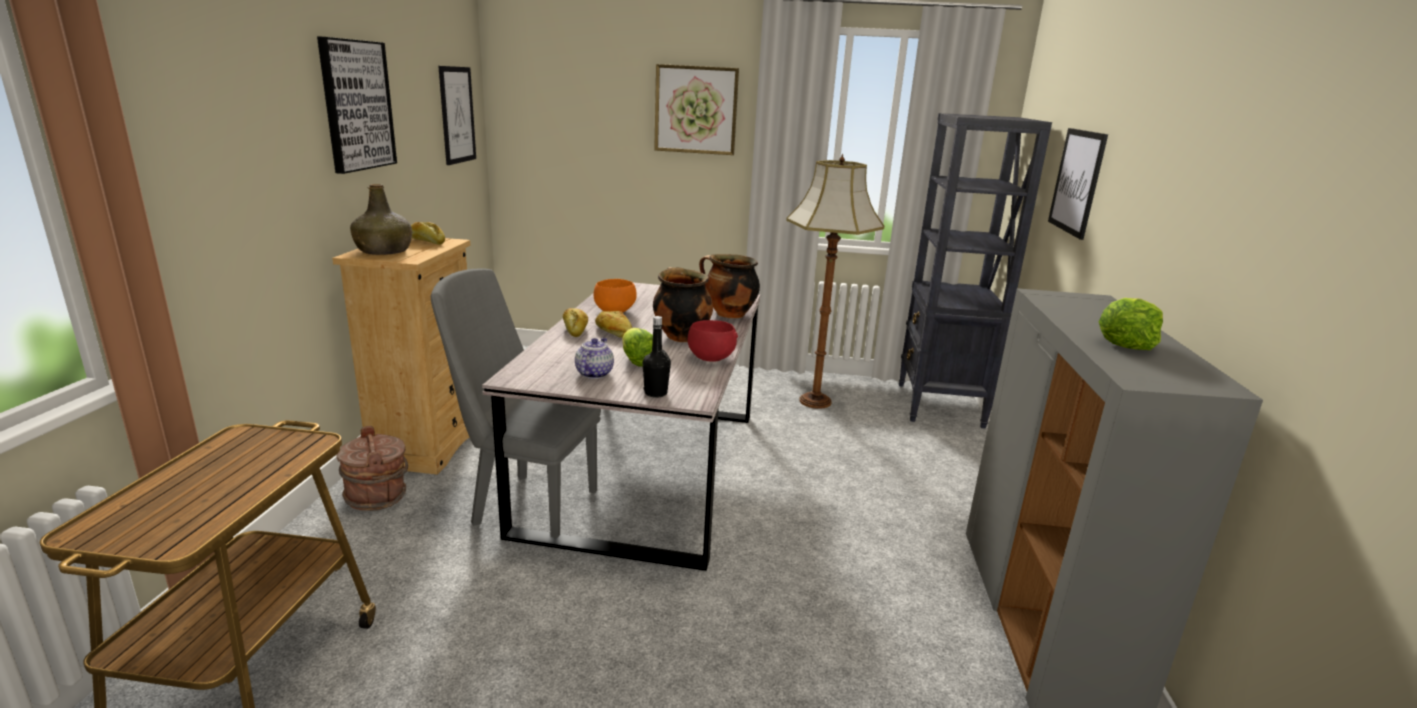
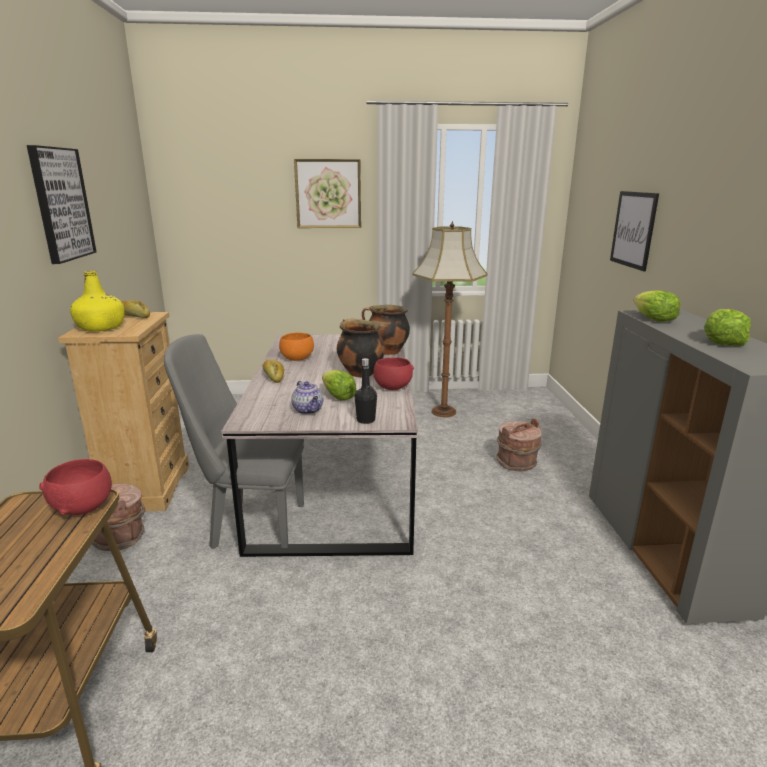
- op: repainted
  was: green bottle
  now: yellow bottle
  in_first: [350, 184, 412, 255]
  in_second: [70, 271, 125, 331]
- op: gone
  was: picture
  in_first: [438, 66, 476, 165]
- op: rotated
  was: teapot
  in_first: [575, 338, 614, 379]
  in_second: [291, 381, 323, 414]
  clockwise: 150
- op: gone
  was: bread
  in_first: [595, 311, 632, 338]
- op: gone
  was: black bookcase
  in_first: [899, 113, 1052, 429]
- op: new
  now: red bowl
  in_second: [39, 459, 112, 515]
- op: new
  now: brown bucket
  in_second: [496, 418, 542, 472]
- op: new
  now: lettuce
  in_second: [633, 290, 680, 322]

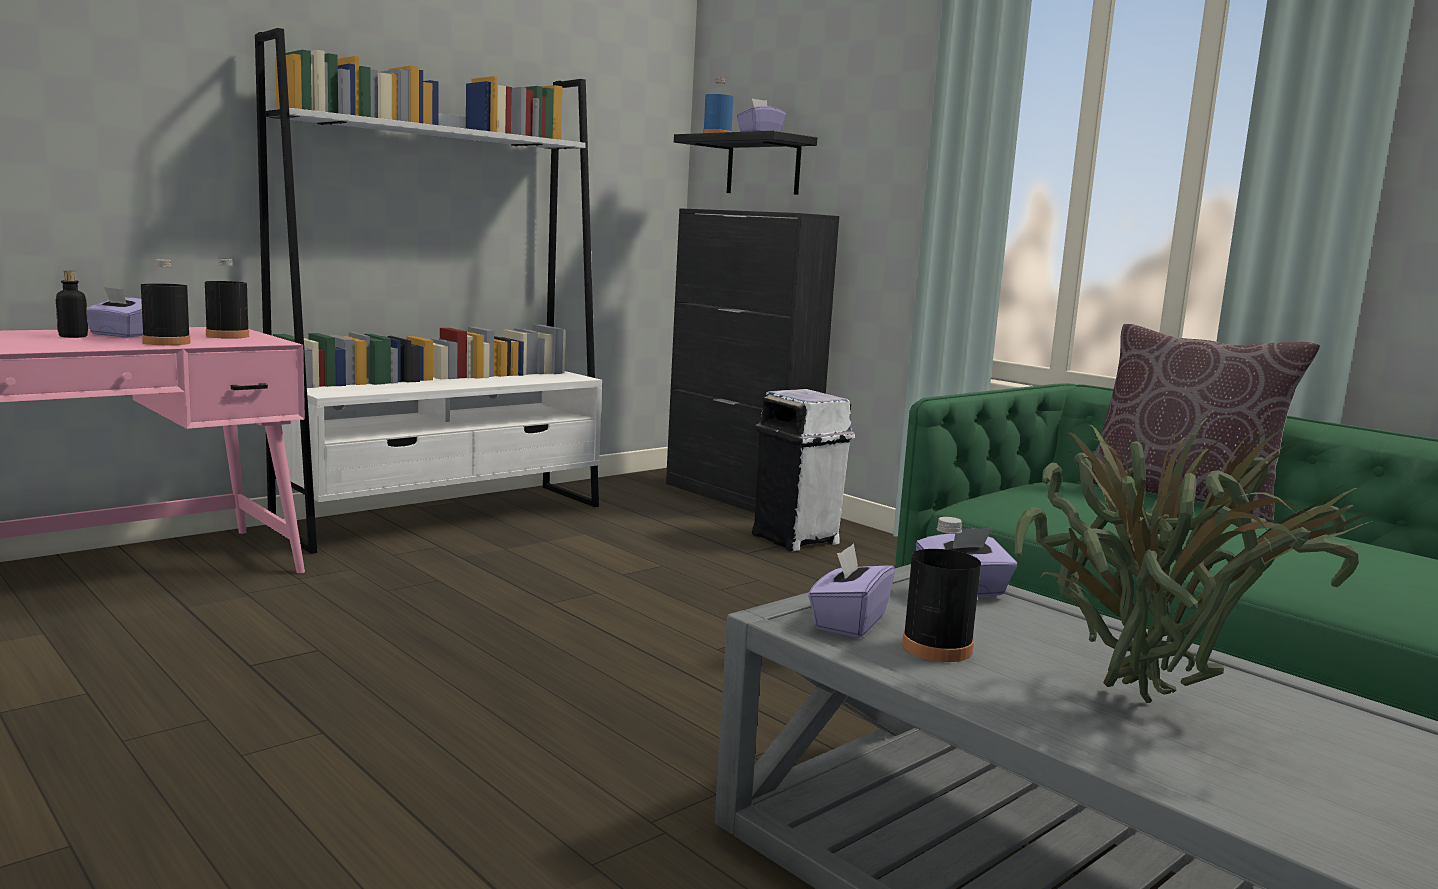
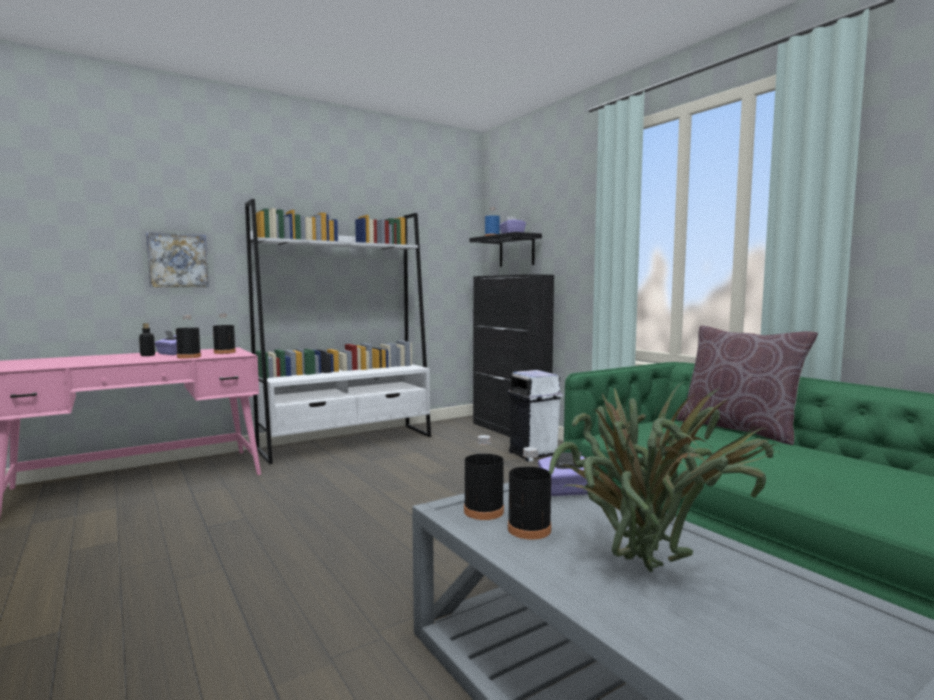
- op: swapped
  was: purple tissue box
  now: black bottle
  in_first: [808, 543, 895, 638]
  in_second: [464, 435, 504, 520]
- op: new
  now: picture
  in_second: [146, 232, 209, 287]

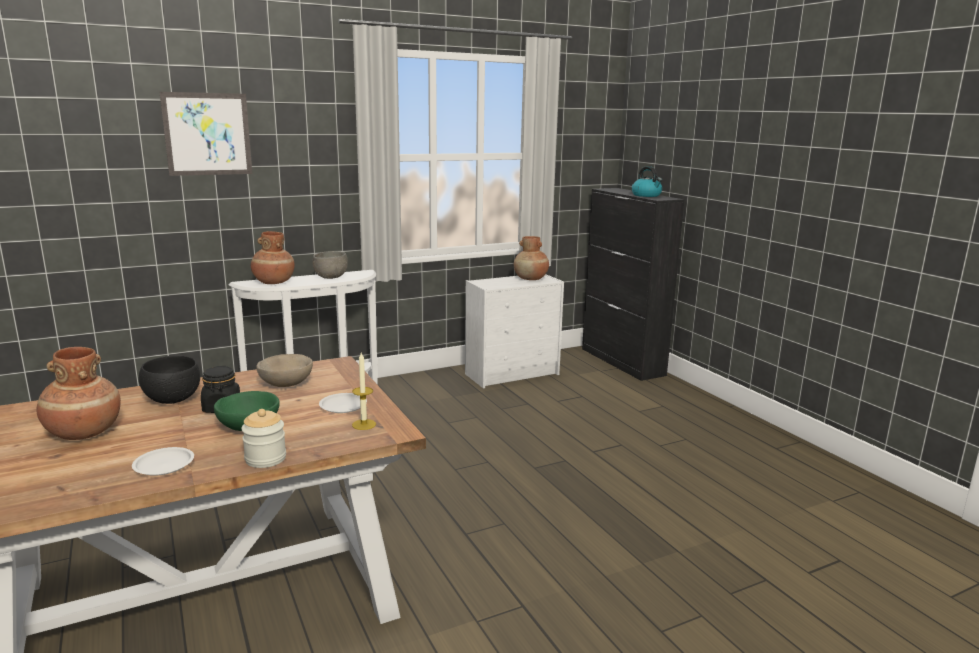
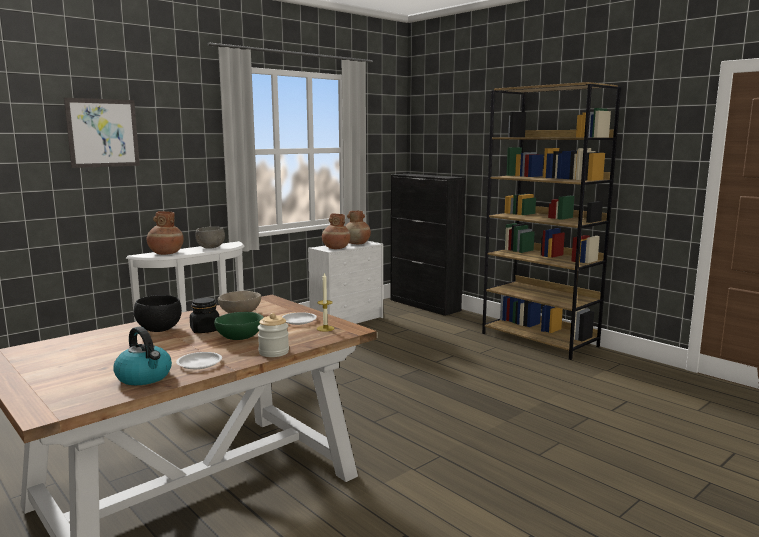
- op: shifted
  was: brown vase
  in_first: [36, 347, 121, 440]
  in_second: [322, 214, 350, 249]
- op: shifted
  was: kettle
  in_first: [632, 166, 662, 197]
  in_second: [113, 327, 172, 385]
- op: new
  now: brown bookcase
  in_second: [482, 82, 621, 360]

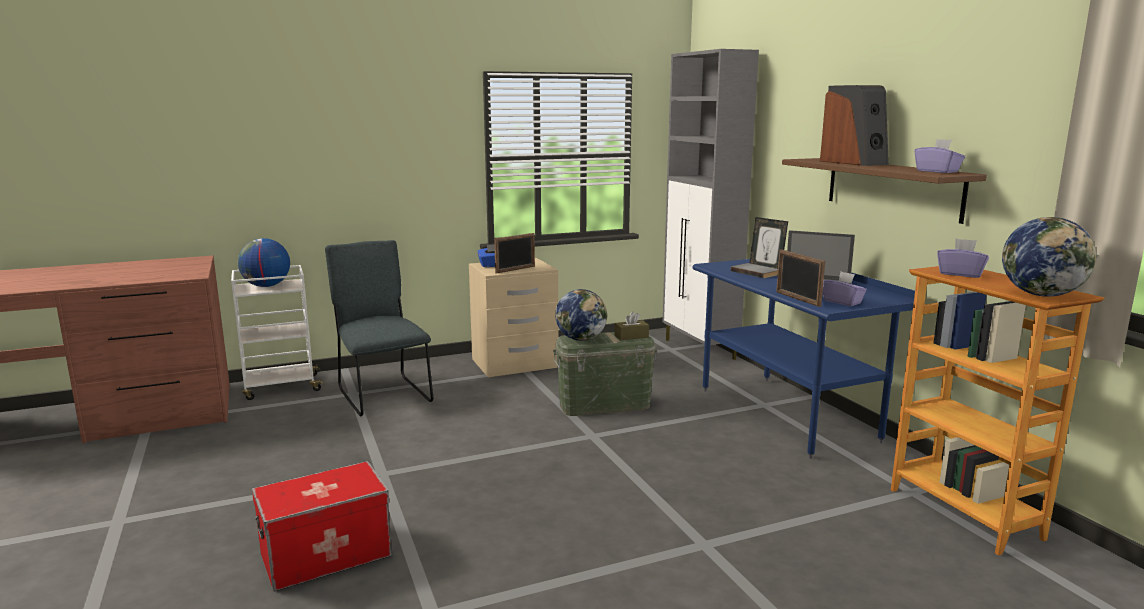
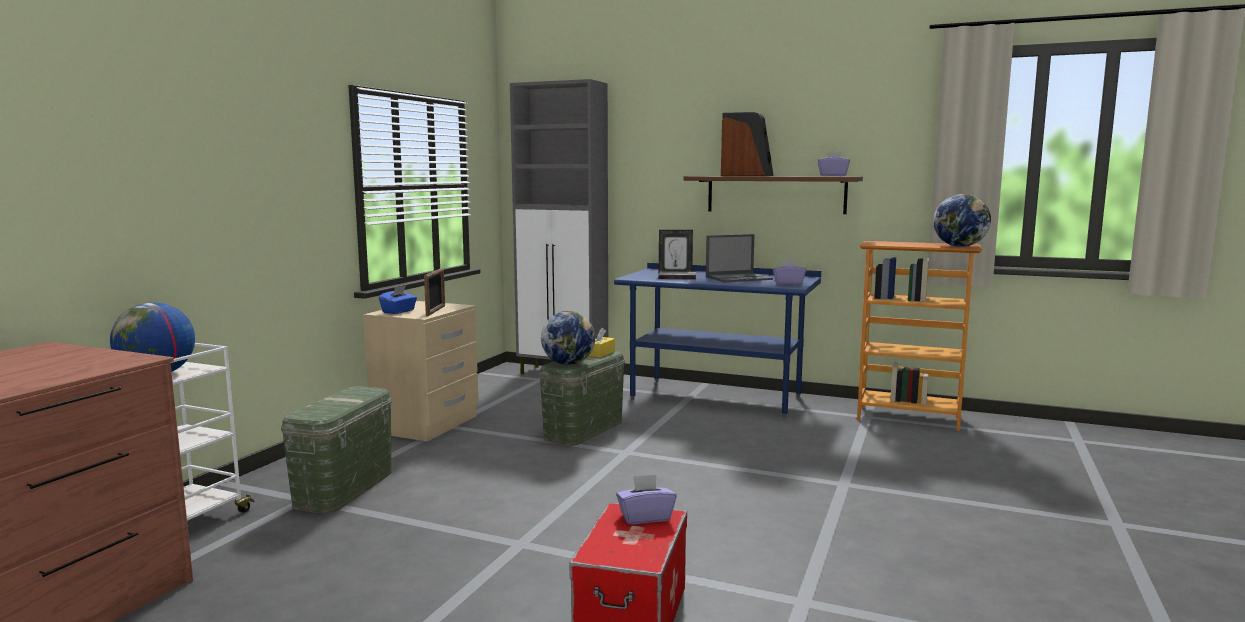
- op: swapped
  was: grey chair
  now: green storage box
  in_first: [325, 240, 433, 416]
  in_second: [281, 386, 392, 513]
- op: repainted
  was: brown tissue box
  now: yellow tissue box
  in_first: [614, 311, 649, 340]
  in_second: [589, 328, 615, 358]
- op: gone
  was: picture frame
  in_first: [776, 249, 825, 307]
- op: shifted
  was: purple tissue box
  in_first: [937, 238, 989, 278]
  in_second: [616, 474, 676, 524]

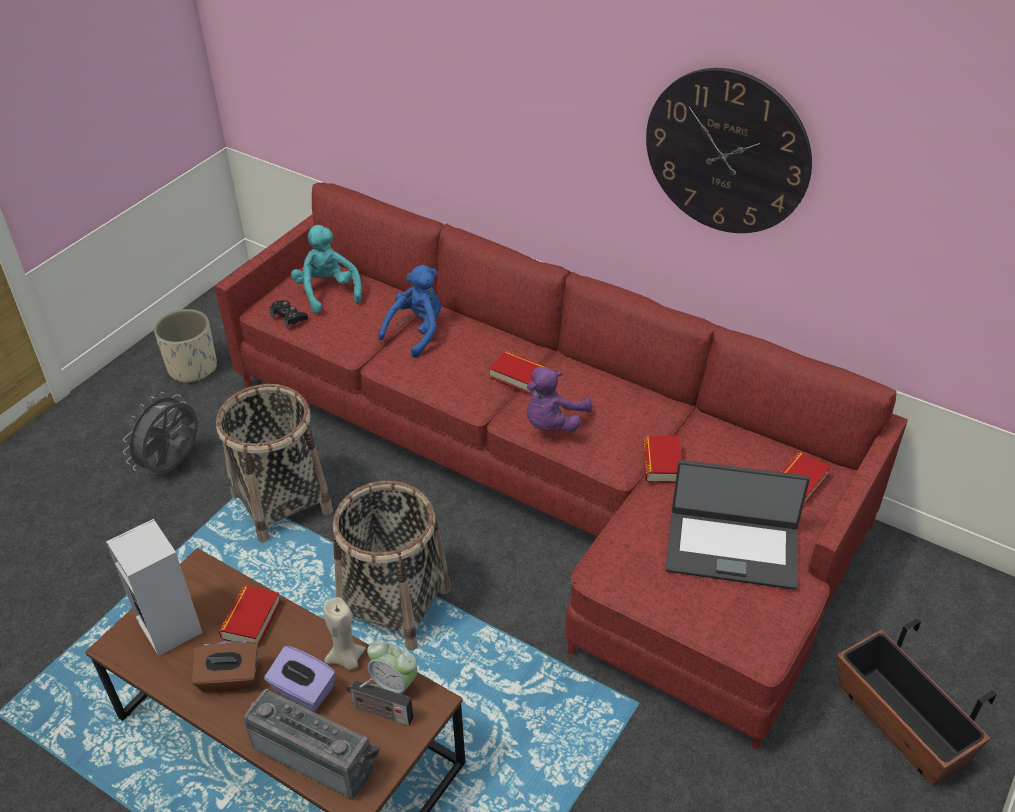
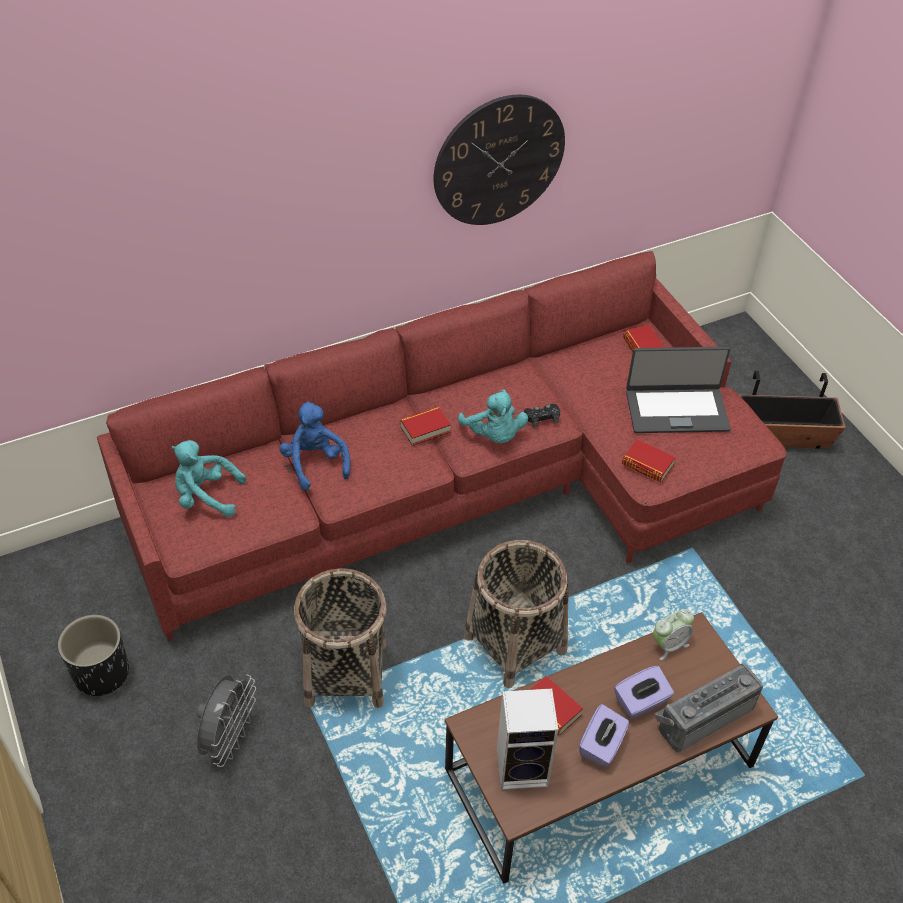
- op: rotated
  was: grey fan
  in_first: [123, 392, 198, 474]
  in_second: [197, 674, 256, 767]
  clockwise: -135
- op: repainted
  was: beige planter
  now: black planter
  in_first: [154, 309, 217, 384]
  in_second: [58, 615, 129, 696]
- op: repainted
  was: brown tissue box
  now: purple tissue box
  in_first: [192, 641, 258, 692]
  in_second: [579, 704, 629, 767]
- op: shifted
  was: black game controller
  in_first: [269, 300, 308, 328]
  in_second: [524, 404, 560, 428]
- op: gone
  was: beige candle
  in_first: [323, 597, 366, 670]
- op: gone
  was: radio
  in_first: [347, 679, 413, 726]
- op: repainted
  was: purple plush toy
  now: turquoise plush toy
  in_first: [527, 367, 593, 432]
  in_second: [458, 389, 528, 443]
- op: shifted
  was: book
  in_first: [643, 436, 682, 483]
  in_second: [622, 439, 675, 482]
- op: rotated
  was: laptop
  in_first: [665, 460, 810, 590]
  in_second: [626, 347, 731, 433]
  clockwise: 45

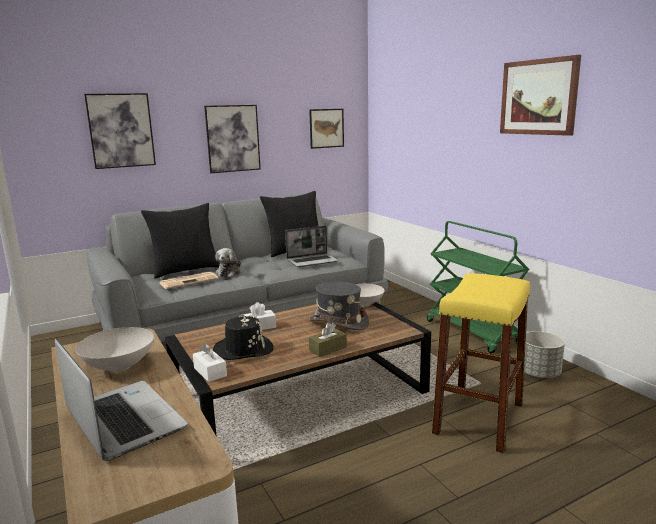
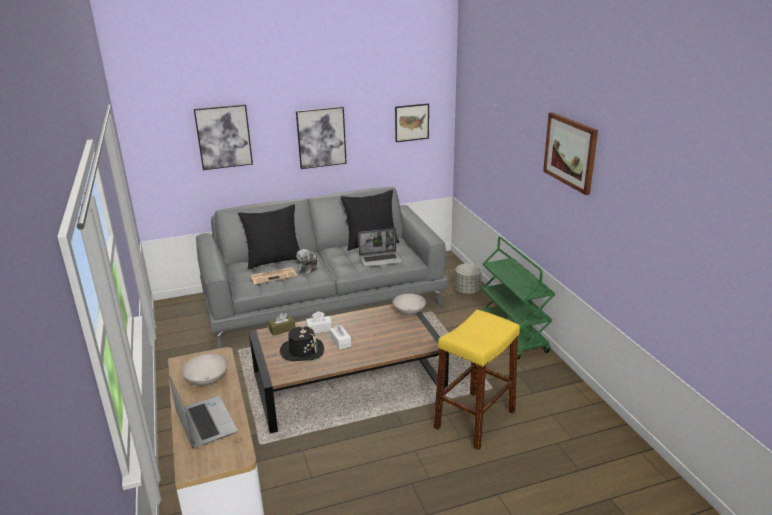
- op: shifted
  was: white tissue box
  in_first: [193, 343, 227, 382]
  in_second: [330, 324, 351, 350]
- op: gone
  was: grey hat
  in_first: [309, 282, 369, 330]
- op: shifted
  was: brown tissue box
  in_first: [309, 322, 347, 357]
  in_second: [268, 313, 296, 336]
- op: shifted
  was: grey planter
  in_first: [524, 331, 565, 378]
  in_second: [455, 264, 482, 294]

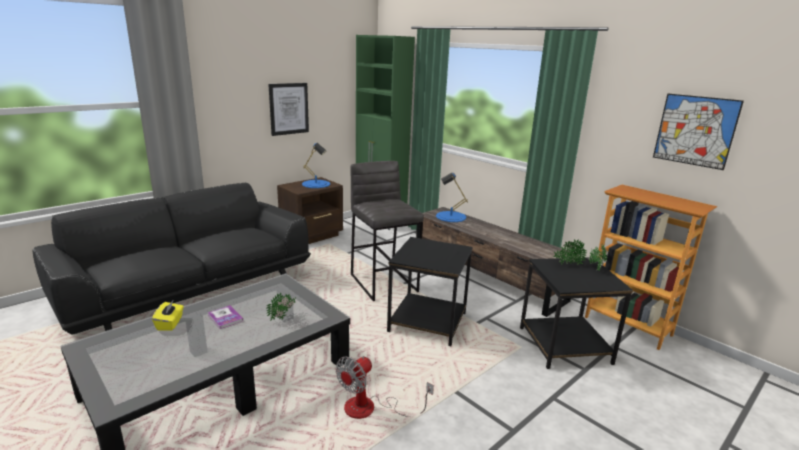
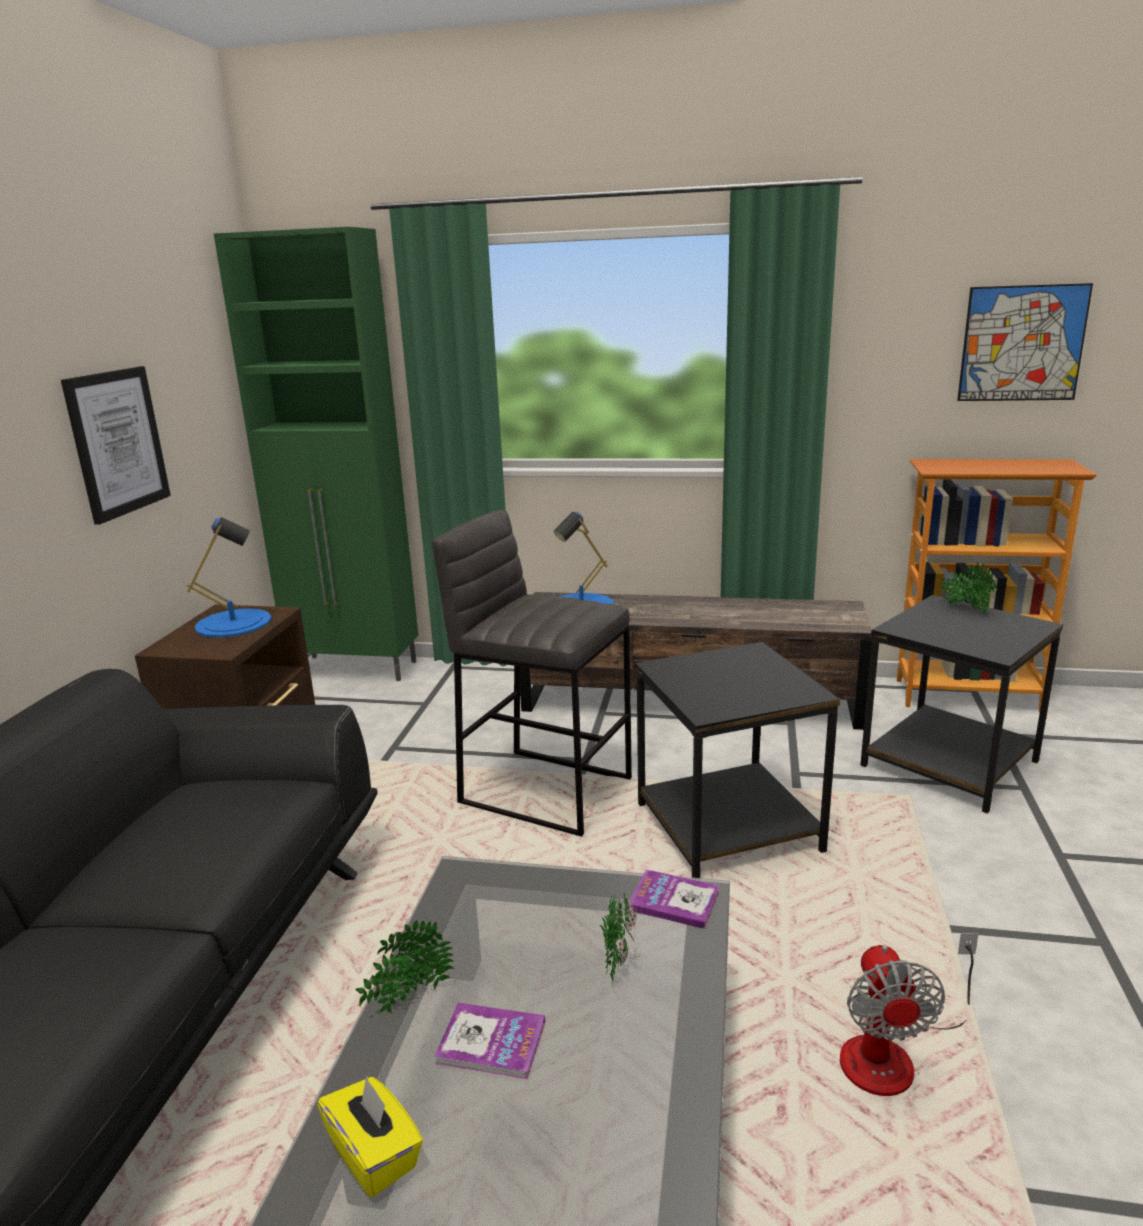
- op: shifted
  was: potted plant
  in_first: [554, 239, 587, 265]
  in_second: [356, 920, 454, 1014]
- op: new
  now: book
  in_second: [628, 869, 719, 929]

